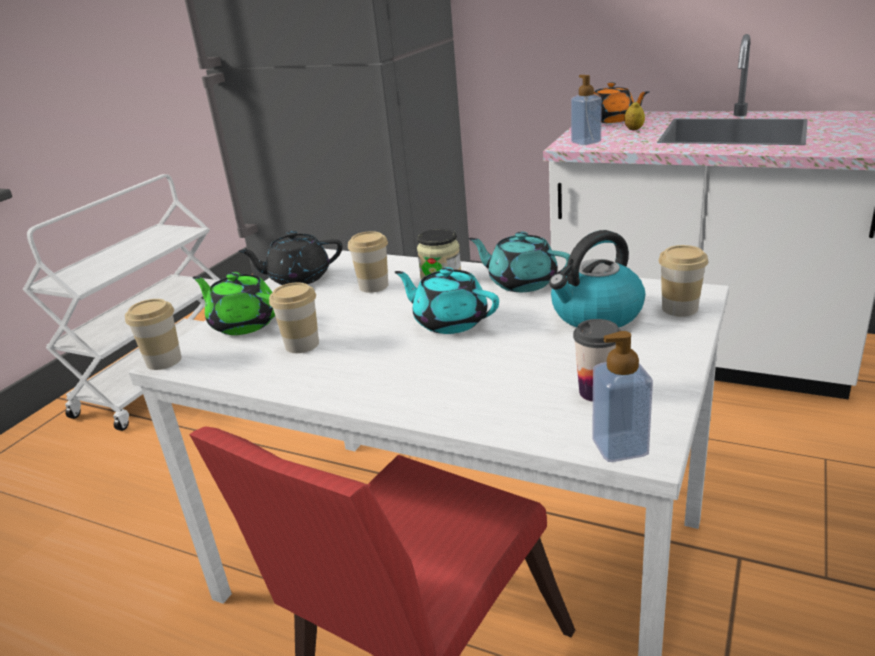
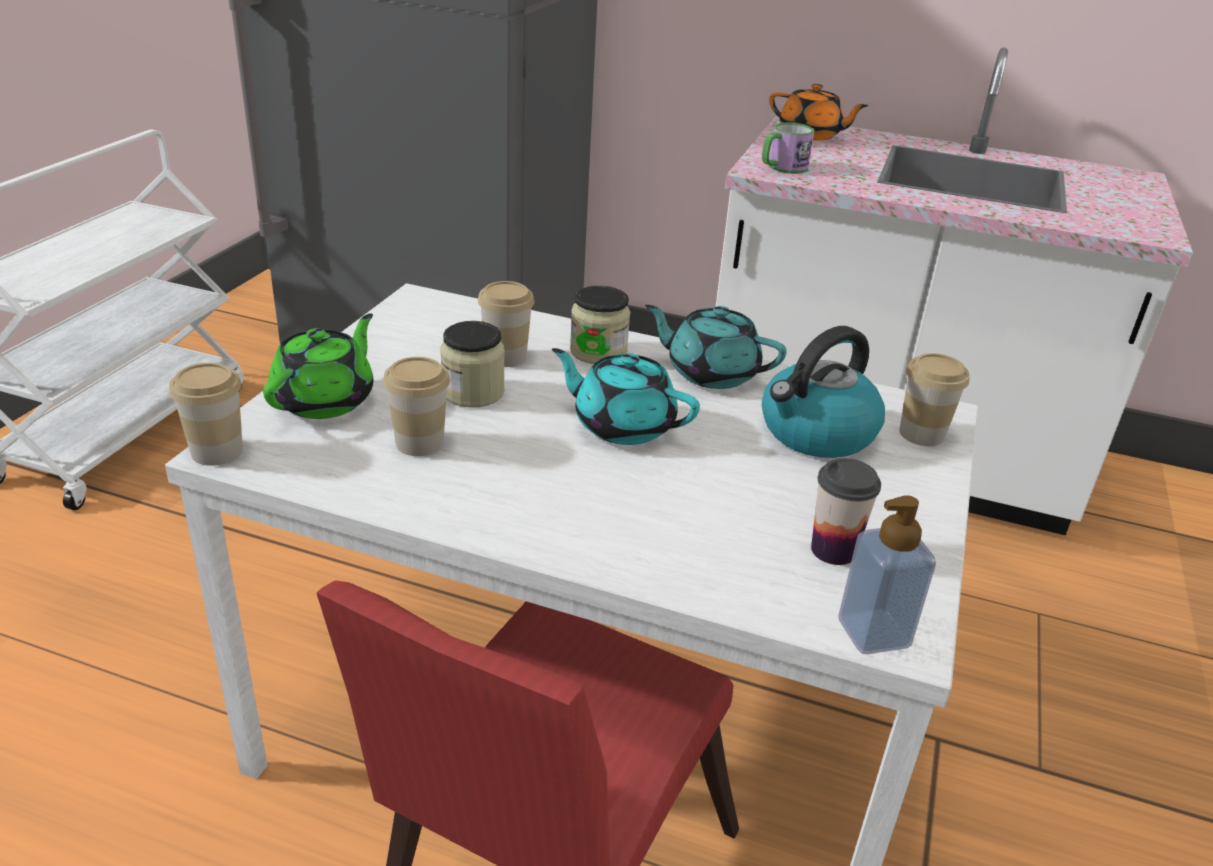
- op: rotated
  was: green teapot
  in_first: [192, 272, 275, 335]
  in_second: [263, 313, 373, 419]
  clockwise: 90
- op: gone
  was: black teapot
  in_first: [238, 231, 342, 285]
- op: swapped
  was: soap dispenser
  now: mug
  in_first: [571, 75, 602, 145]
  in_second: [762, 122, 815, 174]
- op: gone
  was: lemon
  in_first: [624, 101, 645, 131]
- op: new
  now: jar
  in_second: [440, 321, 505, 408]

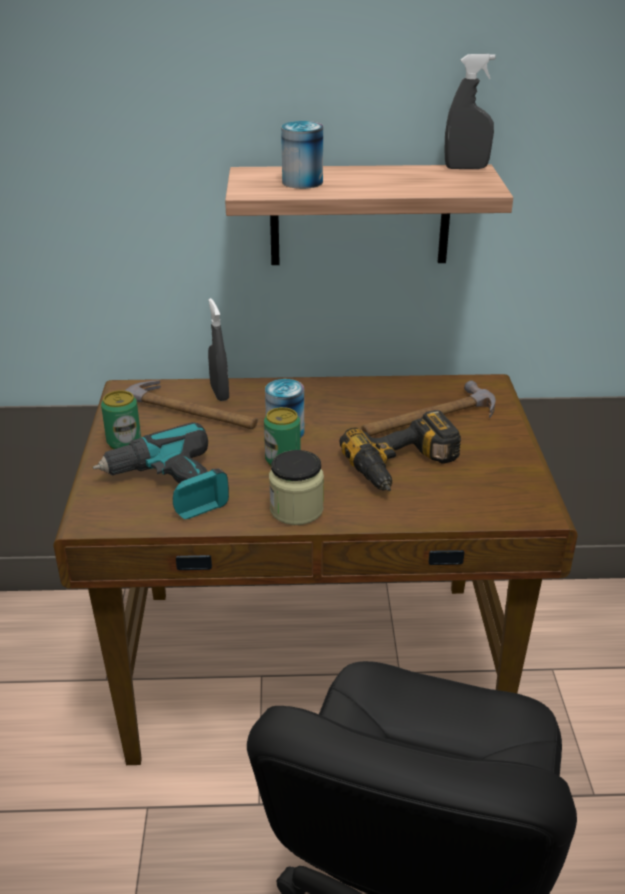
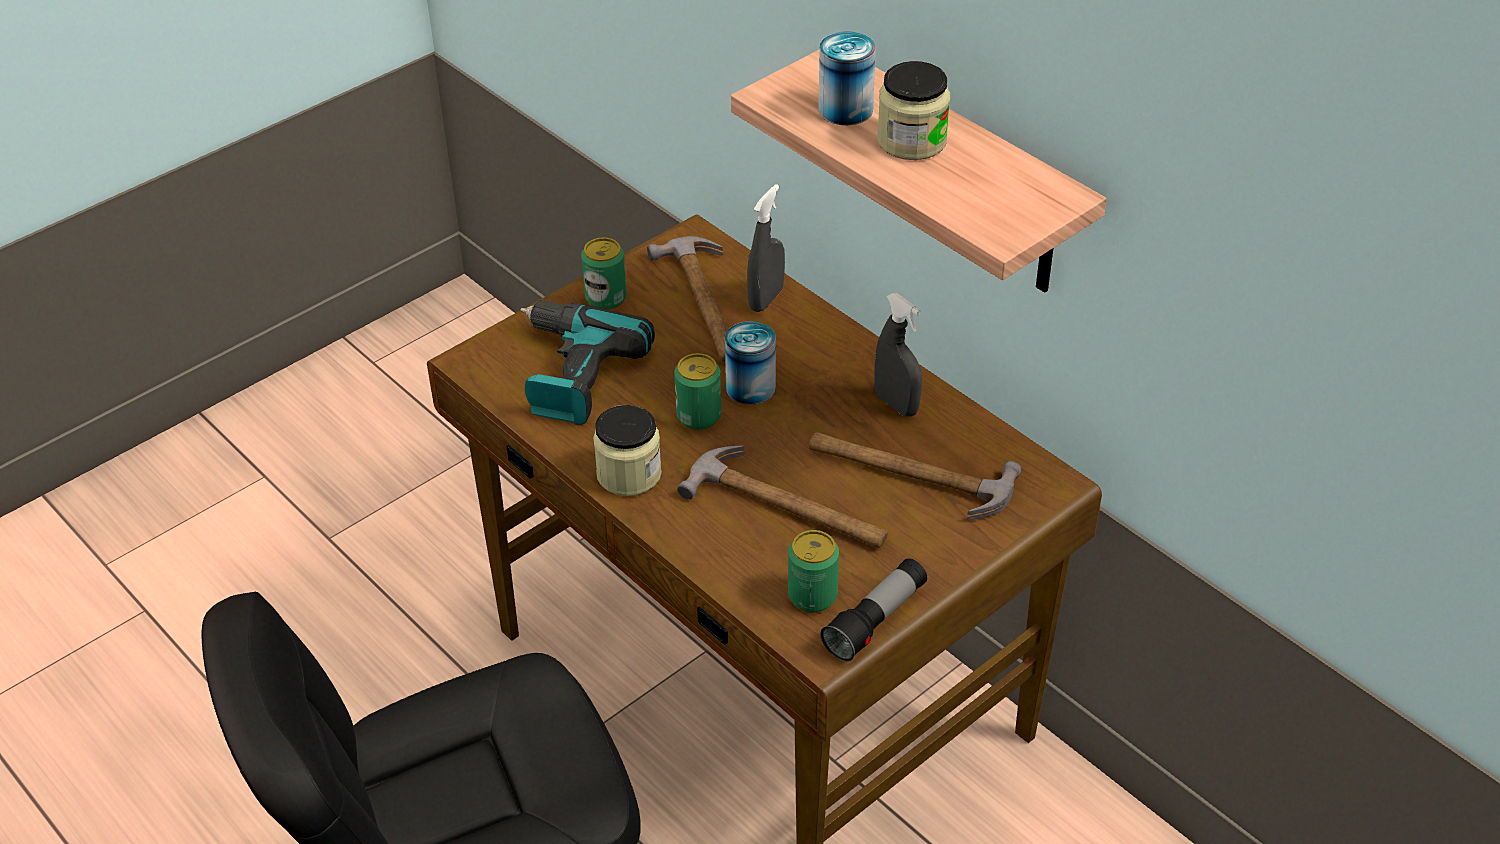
- op: swapped
  was: power drill
  now: hammer
  in_first: [339, 410, 461, 491]
  in_second: [677, 445, 888, 548]
- op: shifted
  was: grey spray bottle
  in_first: [445, 54, 496, 169]
  in_second: [874, 293, 922, 417]
- op: new
  now: can
  in_second: [788, 530, 839, 613]
- op: new
  now: flashlight
  in_second: [820, 558, 927, 662]
- op: new
  now: jar
  in_second: [877, 61, 950, 160]

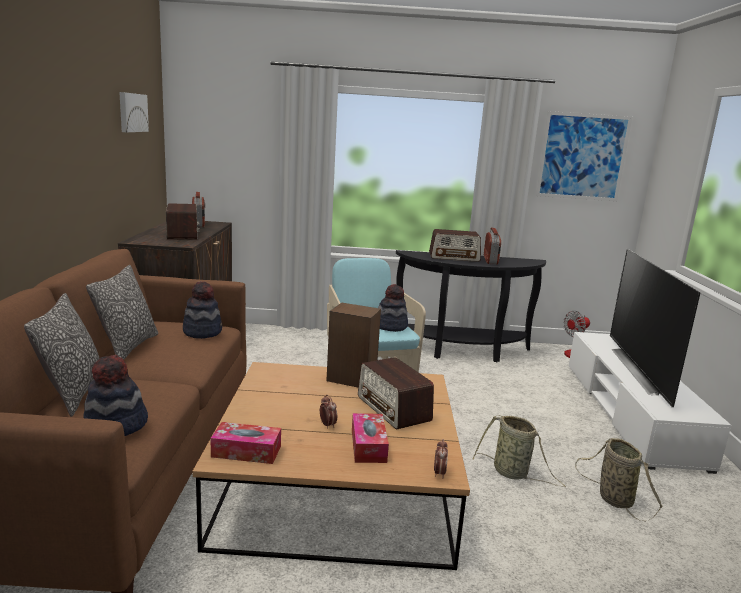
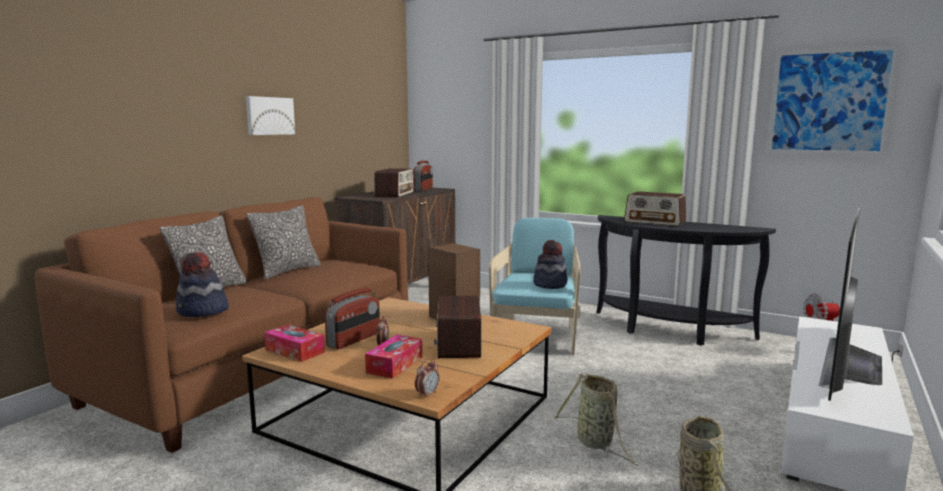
- op: shifted
  was: picture
  in_first: [119, 92, 149, 132]
  in_second: [246, 96, 295, 135]
- op: gone
  was: hat
  in_first: [183, 281, 222, 339]
- op: shifted
  was: radio
  in_first: [484, 228, 501, 265]
  in_second: [325, 288, 380, 349]

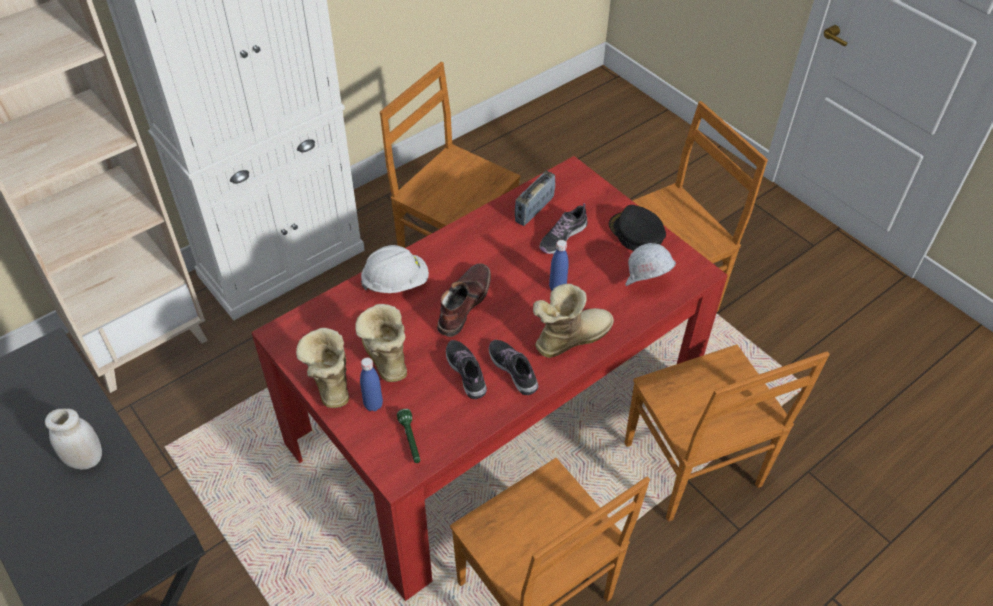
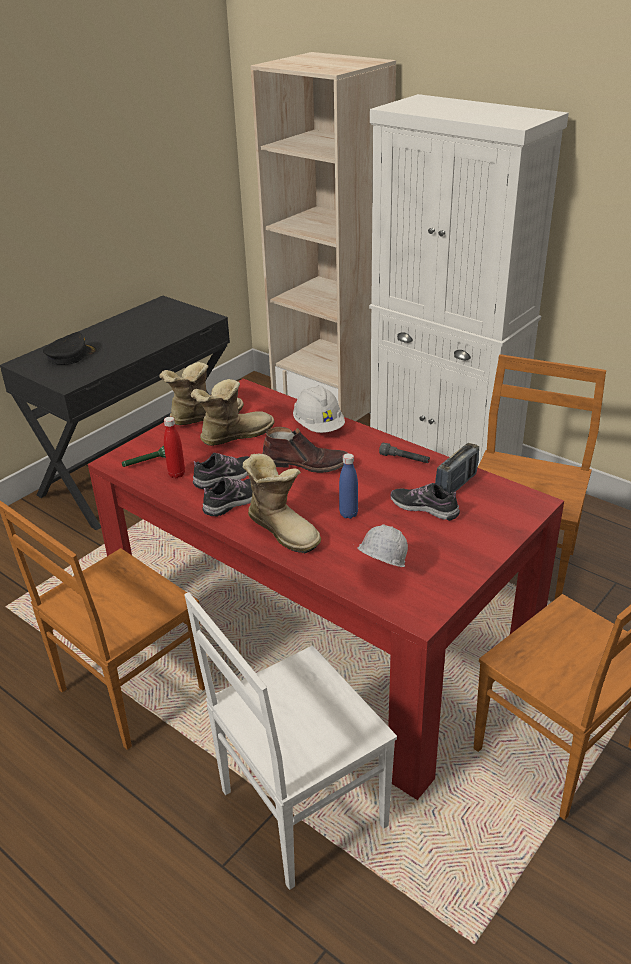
- op: gone
  was: white jar
  in_first: [45, 409, 102, 469]
- op: gone
  was: blue bottle
  in_first: [360, 357, 383, 411]
- op: rotated
  was: radio
  in_first: [515, 171, 555, 226]
  in_second: [435, 443, 479, 493]
  clockwise: 105
- op: shifted
  was: black cap
  in_first: [609, 205, 666, 251]
  in_second: [43, 332, 97, 365]
- op: repainted
  was: brown chair
  now: white chair
  in_first: [624, 345, 830, 522]
  in_second: [184, 592, 397, 890]
- op: new
  now: red bottle
  in_second: [164, 417, 185, 478]
- op: new
  now: grey flashlight
  in_second: [379, 443, 430, 463]

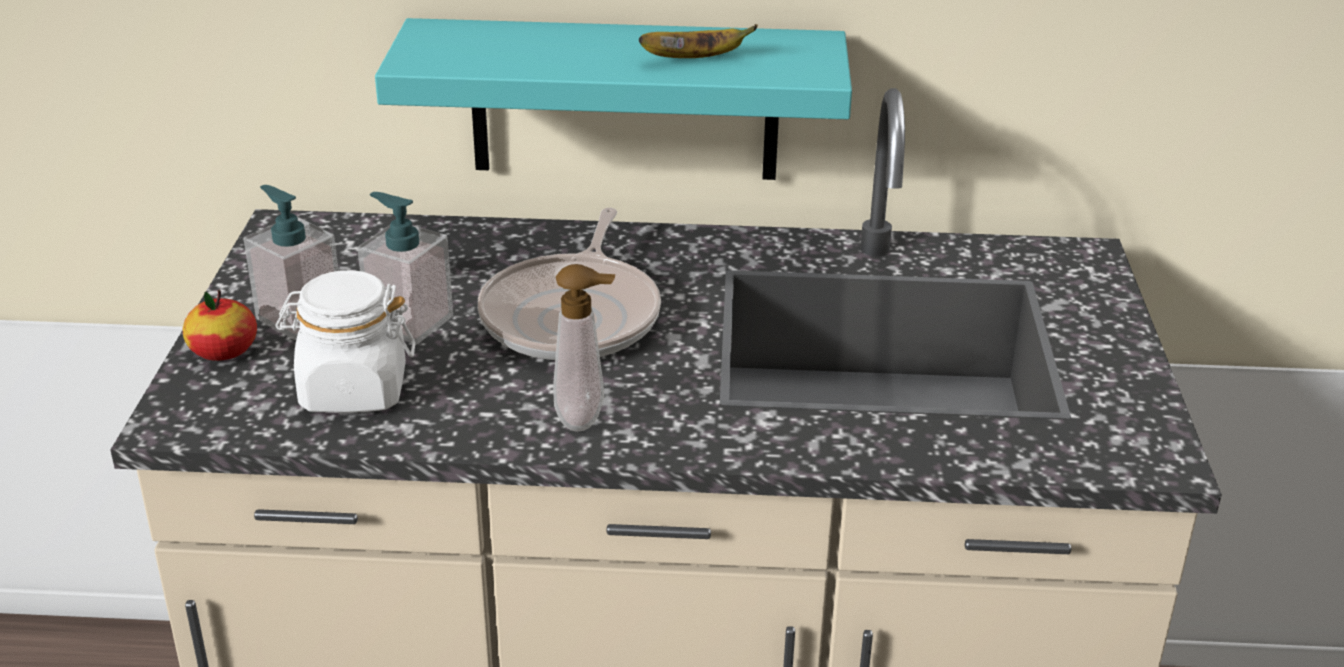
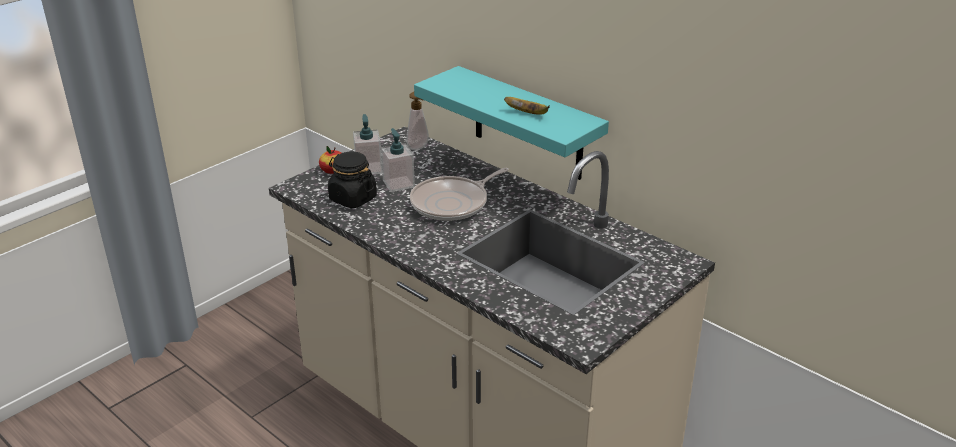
- op: repainted
  was: white jar
  now: black jar
  in_first: [275, 270, 415, 413]
  in_second: [328, 152, 377, 208]
- op: shifted
  was: soap dispenser
  in_first: [553, 264, 615, 432]
  in_second: [406, 92, 429, 150]

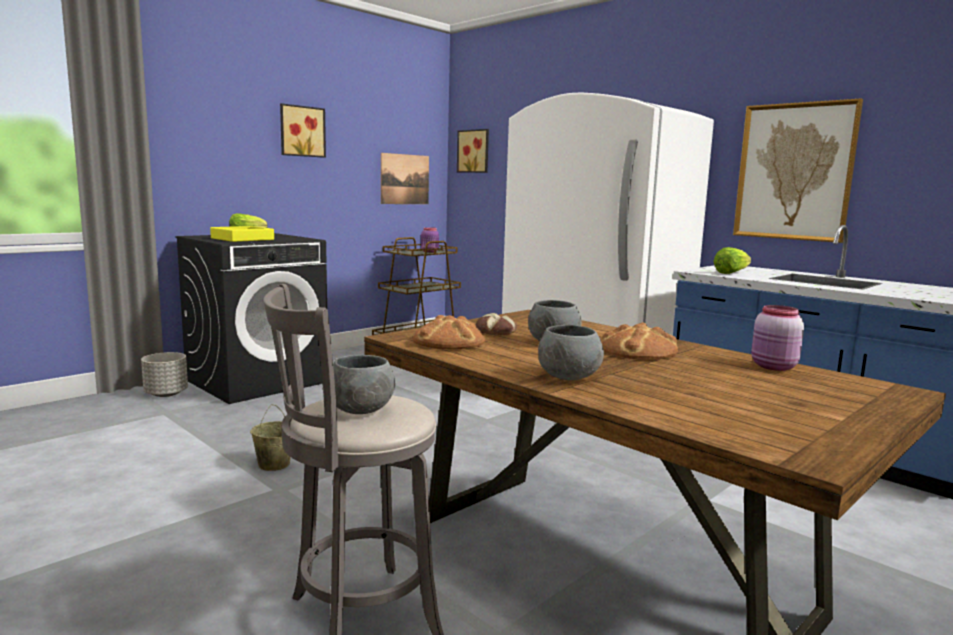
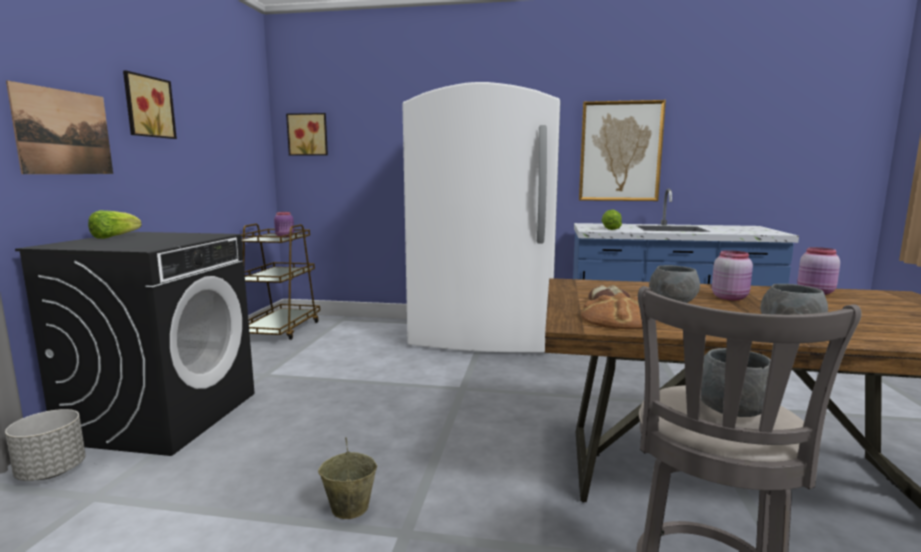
- op: gone
  was: yellow tray
  in_first: [210, 226, 274, 242]
- op: shifted
  was: picture
  in_first: [381, 153, 429, 204]
  in_second: [6, 81, 113, 174]
- op: swapped
  was: bread
  now: pink jar
  in_first: [601, 322, 678, 360]
  in_second: [712, 250, 753, 300]

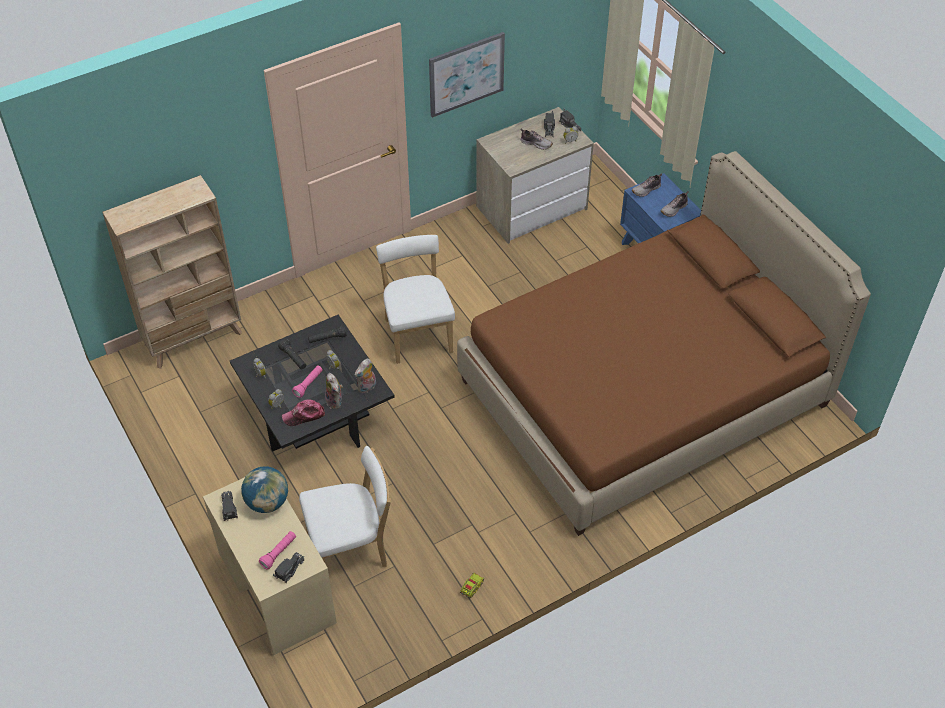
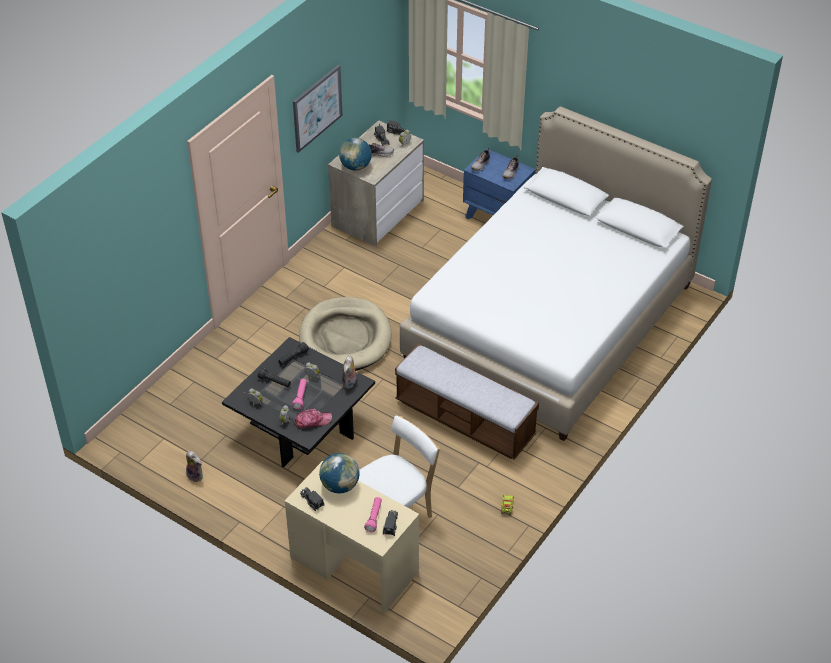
- op: gone
  was: beige bookcase
  in_first: [102, 175, 242, 368]
- op: rotated
  was: cap
  in_first: [282, 399, 325, 426]
  in_second: [294, 408, 332, 428]
  clockwise: -150
- op: shifted
  was: plush toy
  in_first: [325, 373, 343, 409]
  in_second: [186, 451, 203, 482]
- op: swapped
  was: white chair
  now: beige dog bed
  in_first: [376, 234, 455, 364]
  in_second: [299, 297, 391, 371]
- op: repainted
  was: brown bed
  now: white bed
  in_first: [457, 151, 871, 536]
  in_second: [400, 106, 712, 441]
- op: new
  now: globe
  in_second: [339, 138, 372, 171]
- op: new
  now: bench
  in_second: [395, 344, 539, 460]

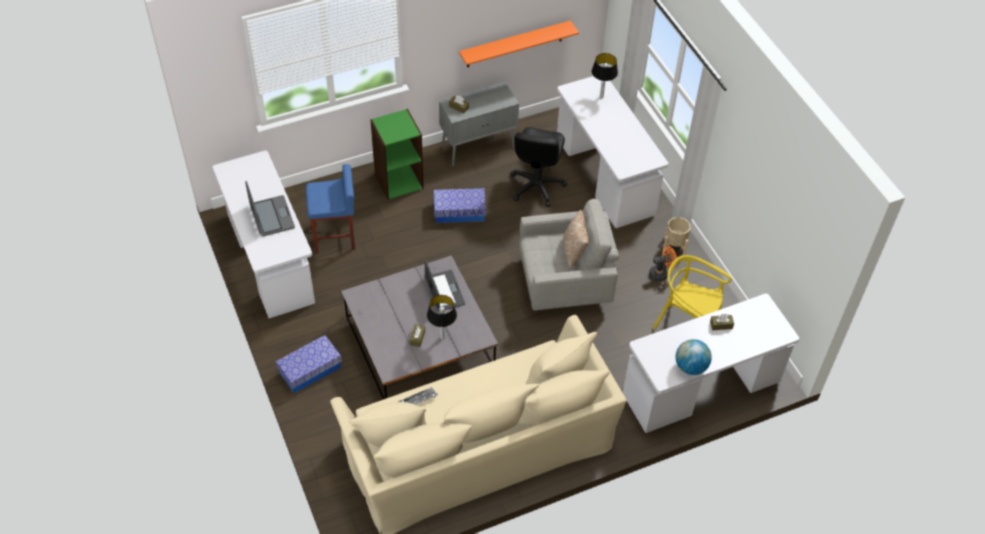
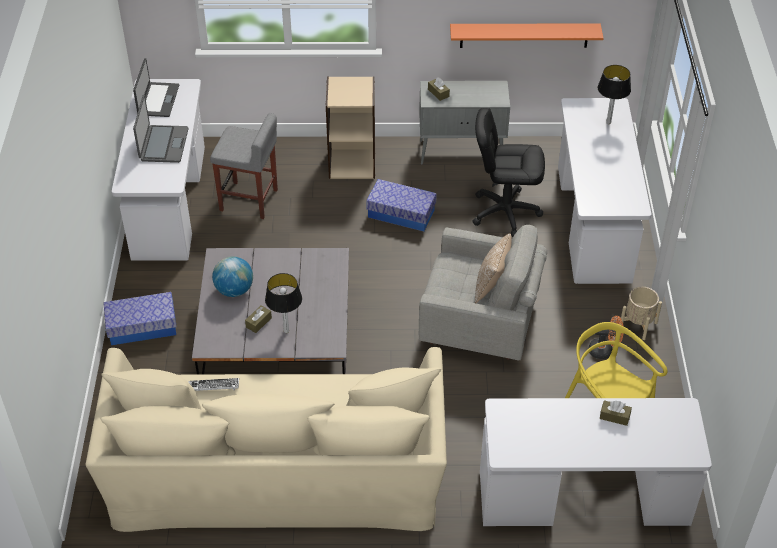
- op: repainted
  was: blue stool
  now: grey stool
  in_first: [305, 164, 355, 254]
  in_second: [210, 113, 278, 219]
- op: repainted
  was: green bookcase
  now: beige bookcase
  in_first: [370, 109, 424, 200]
  in_second: [326, 77, 375, 179]
- op: shifted
  was: laptop
  in_first: [425, 260, 465, 310]
  in_second: [133, 58, 179, 117]
- op: rotated
  was: black office chair
  in_first: [510, 127, 567, 207]
  in_second: [472, 108, 545, 237]
  clockwise: 60
- op: shifted
  was: globe
  in_first: [676, 339, 712, 375]
  in_second: [212, 256, 253, 297]

